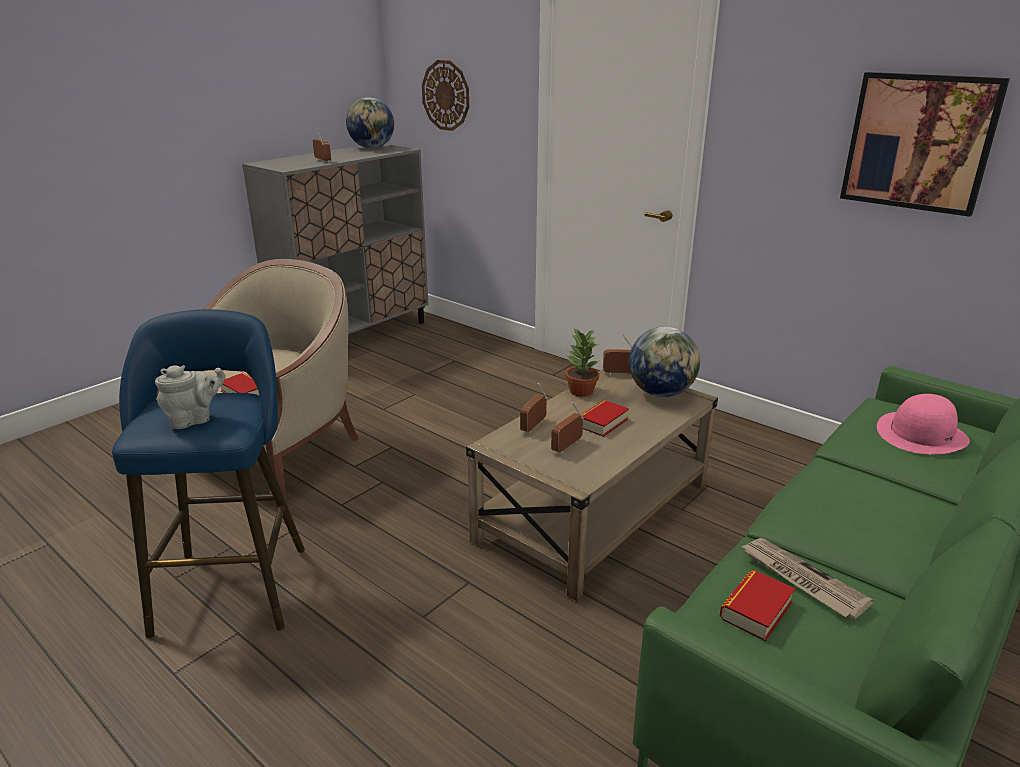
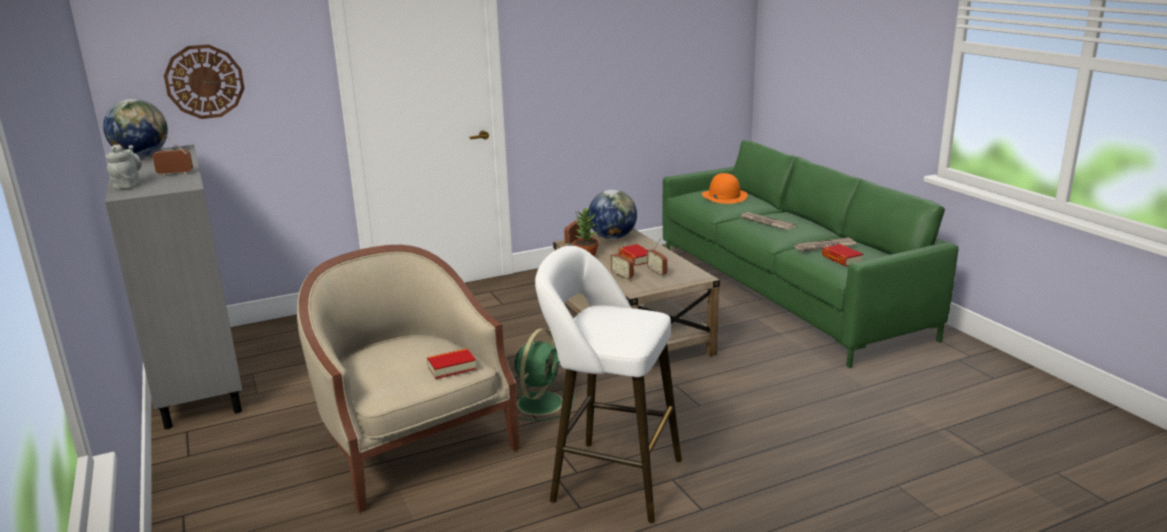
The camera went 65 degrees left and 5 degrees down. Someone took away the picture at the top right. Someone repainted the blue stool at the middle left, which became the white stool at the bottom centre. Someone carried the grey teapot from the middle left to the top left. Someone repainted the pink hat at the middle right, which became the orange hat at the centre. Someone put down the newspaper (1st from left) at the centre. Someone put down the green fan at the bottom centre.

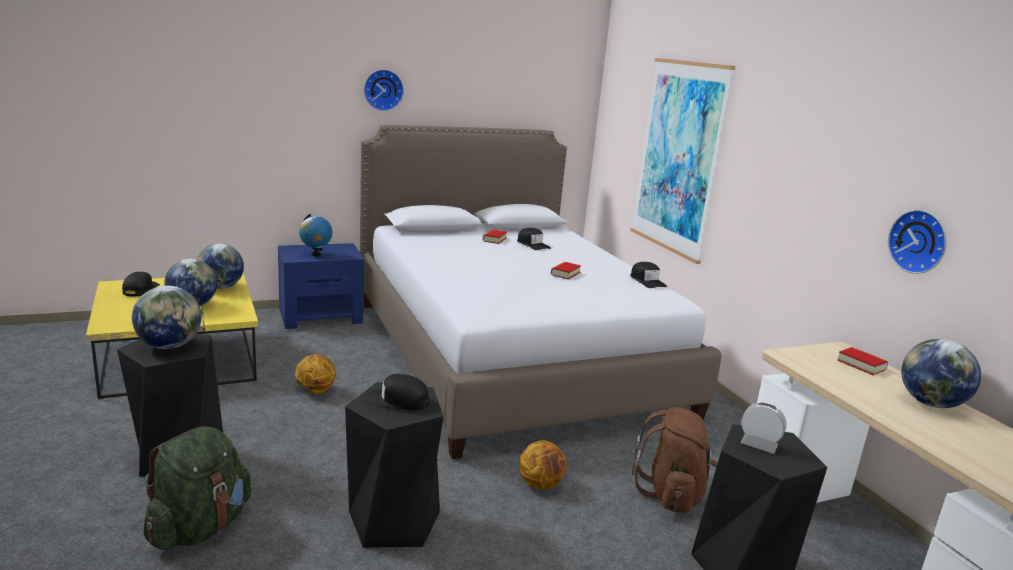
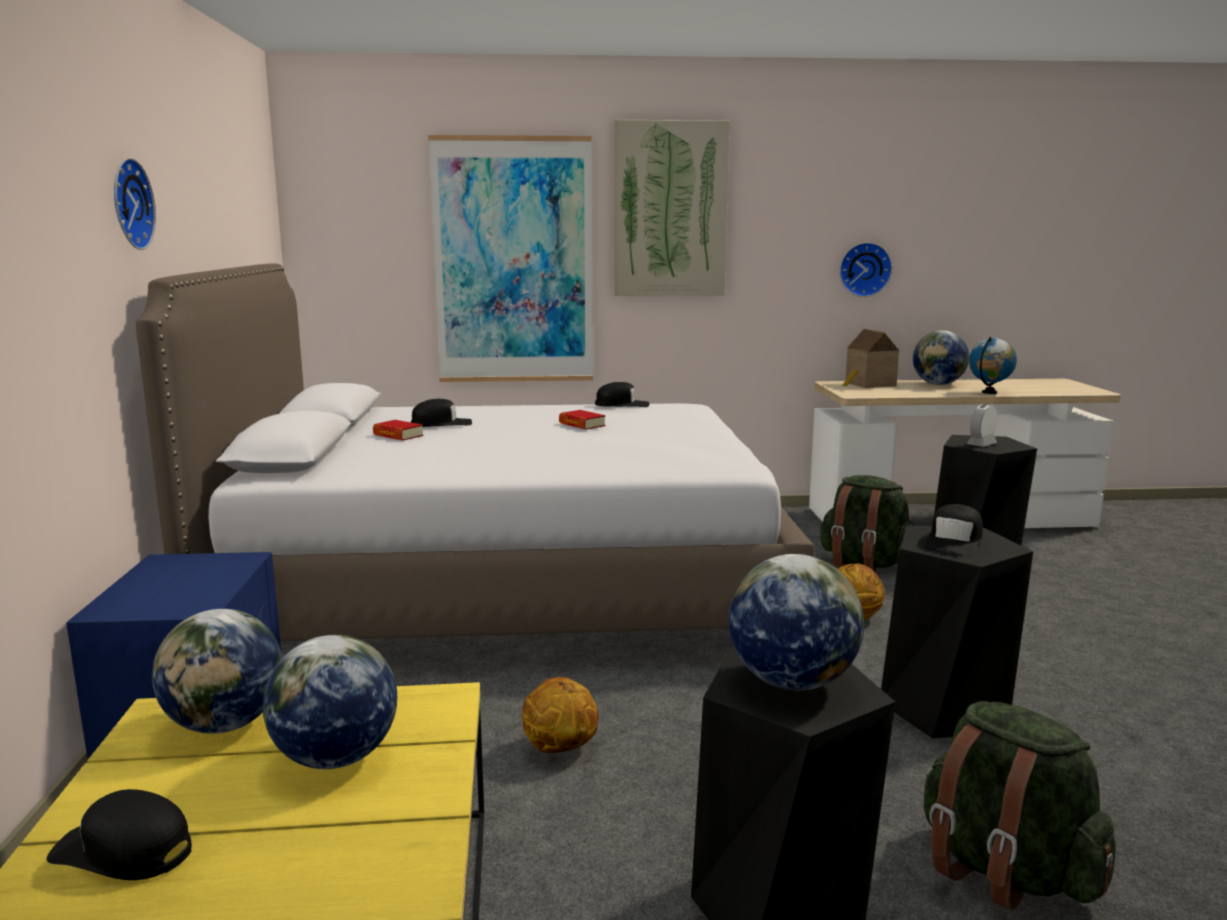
The camera went 70 degrees left and 5 degrees down. Someone carried the globe (4th from left in the first image) from the middle left to the middle right. Someone swapped the book (3rd from left) at the middle right for the toy house at the middle right. Someone repainted the brown backpack at the bottom centre, which became the green backpack (1st from left) at the middle right. Someone put up the picture (2nd from left) at the top centre.

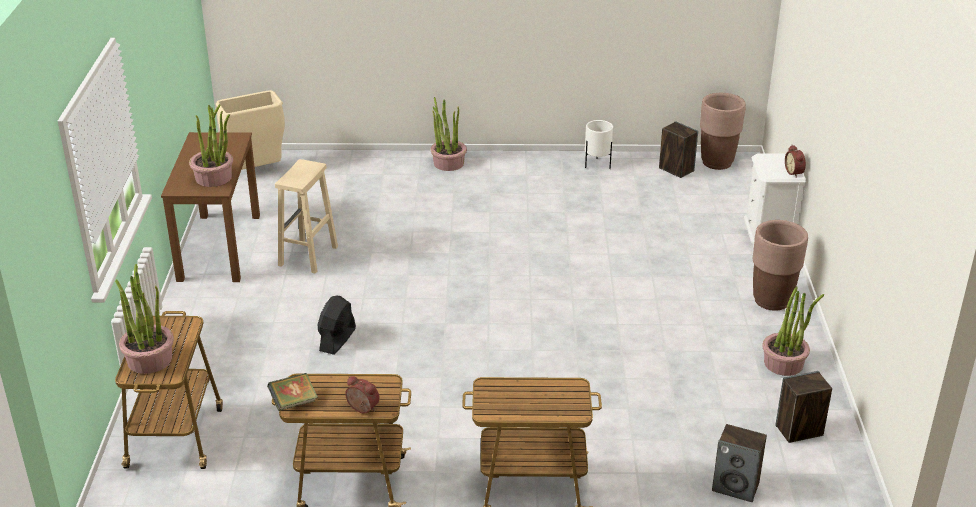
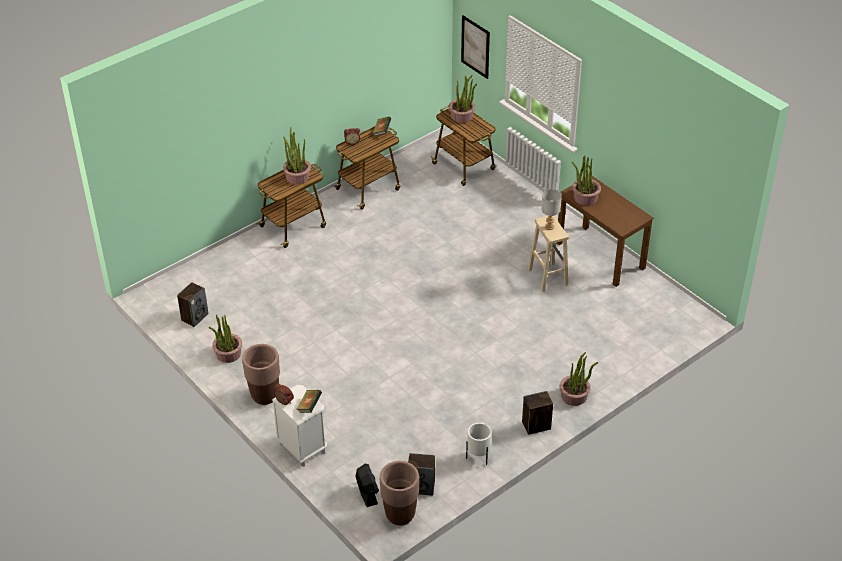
The camera went 140 degrees right and 10 degrees up. Someone took away the beige trash can at the top left. Someone carried the black fan from the centre to the bottom centre. Someone carried the speaker (2nd from left in the first image) from the bottom right to the bottom centre. Someone put up the picture at the top centre. Someone put down the potted plant (2nd from left) at the top centre. Someone put down the grey table lamp at the centre. Someone put down the book (1st from left) at the bottom centre.

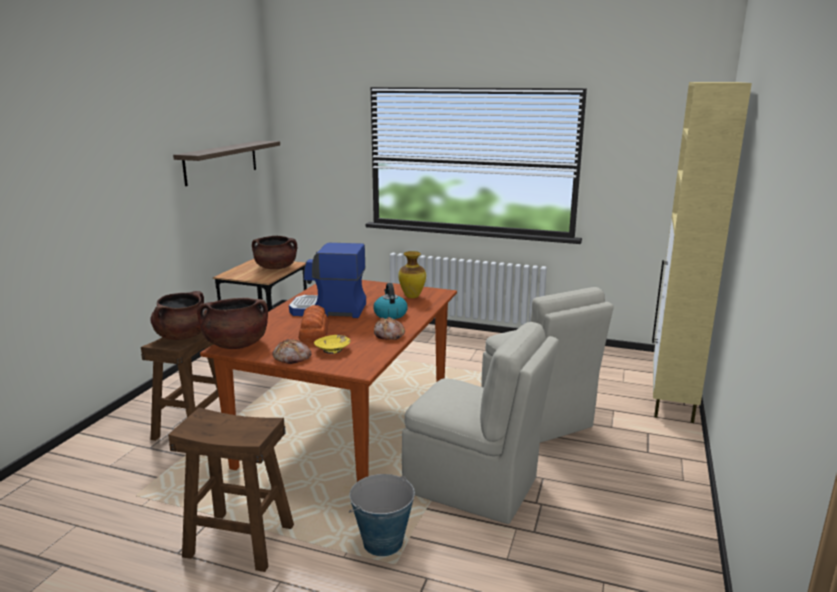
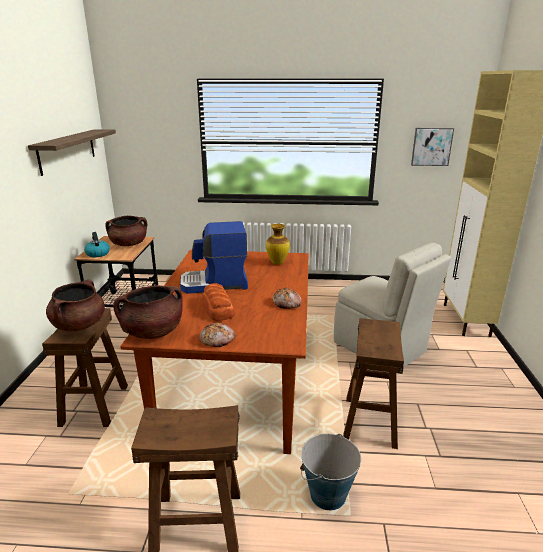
The camera went 15 degrees left and 5 degrees up. Someone carried the kettle from the centre to the middle left. Someone swapped the beige chair (1st from left) at the bottom centre for the brown stool (3rd from left) at the bottom right. Someone took away the yellow bowl at the centre. Someone put up the picture at the top right.

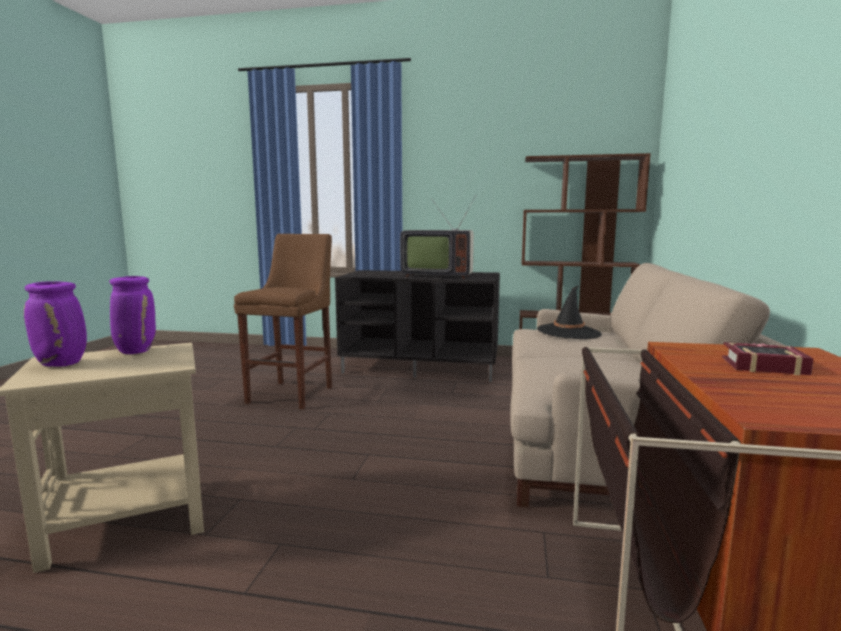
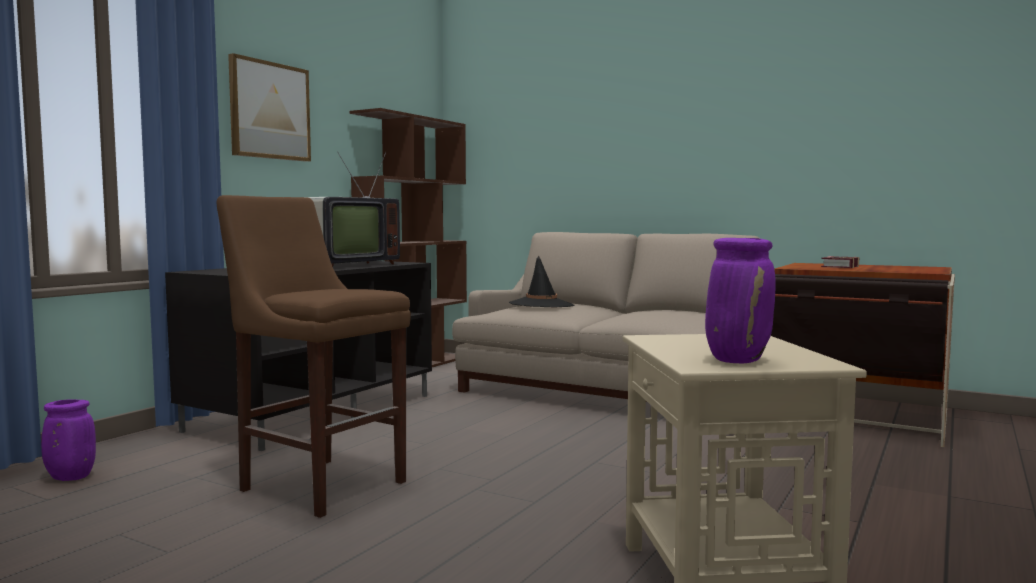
The camera went 70 degrees left and 5 degrees down. Someone carried the purple vase (2nd from left in the first image) from the middle left to the bottom left. Someone put up the picture at the top left.

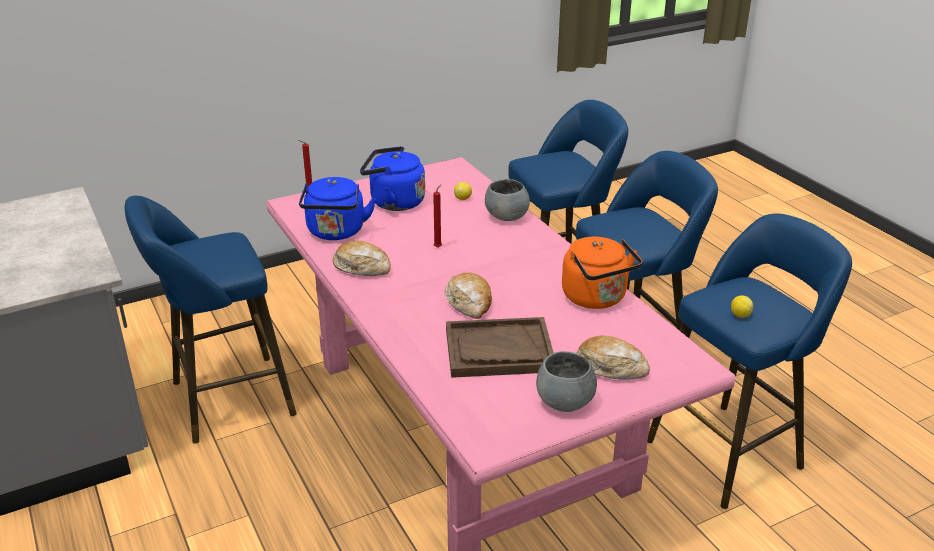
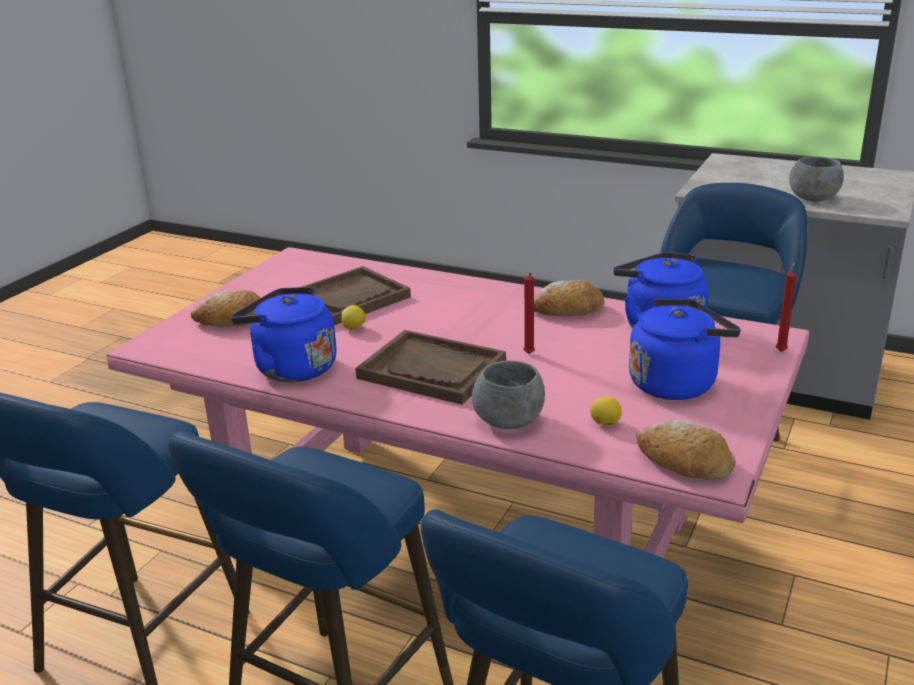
The camera went 145 degrees right and 5 degrees down. Someone repainted the orange kettle at the centre, which became the blue kettle (1st from left) at the middle left. Someone carried the bread (2nd from left in the first image) from the centre to the middle right. Someone carried the lemon (2nd from left in the first image) from the middle right to the centre. Someone carried the grey bowl (2nd from left) from the bottom centre to the top right. Someone put down the brown tray (2nd from left) at the centre.

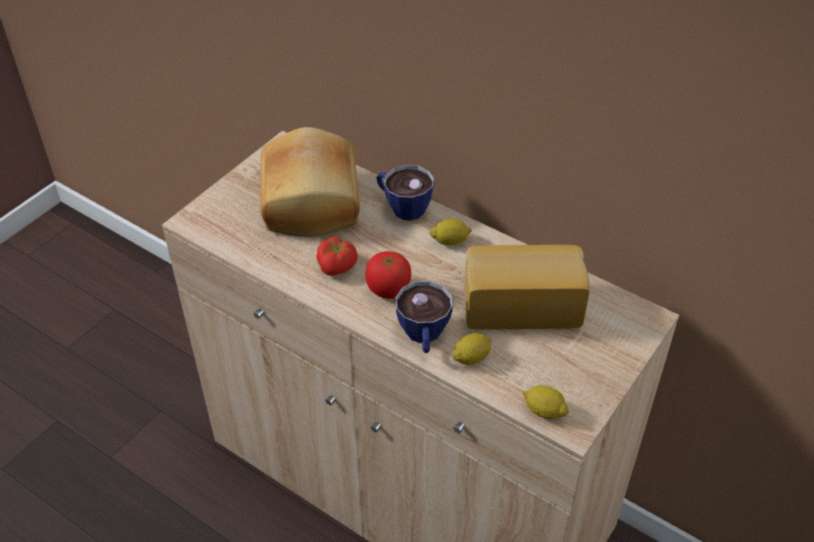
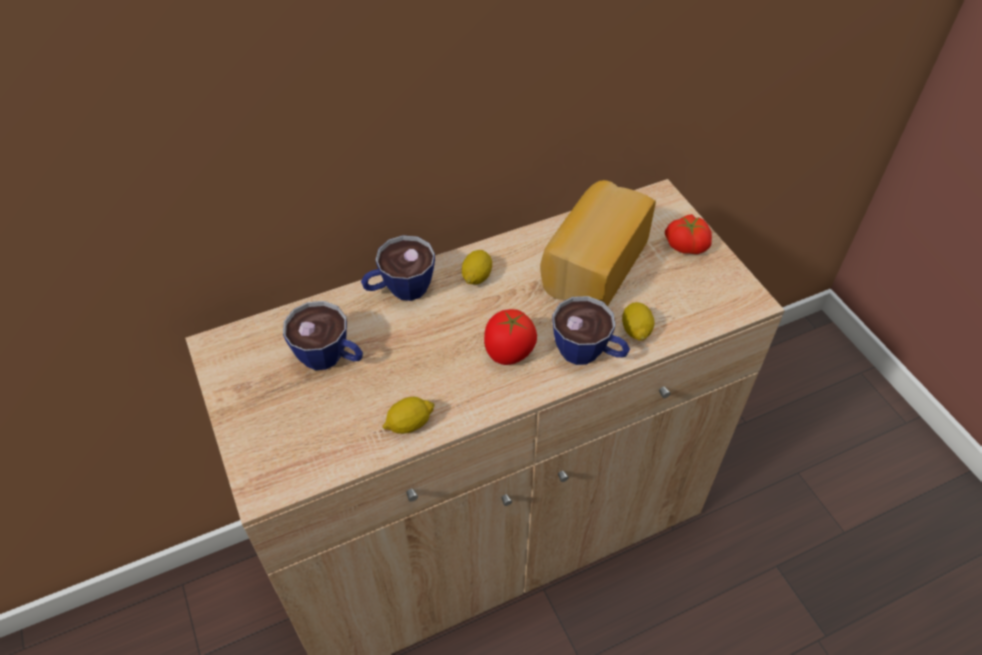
The camera went 60 degrees left and 5 degrees up. Someone swapped the bread (1st from left) at the centre for the cup (1st from left) at the middle left. Someone carried the tomato (1st from left in the first image) from the centre to the middle right. Someone carried the lemon (3rd from left in the first image) from the bottom right to the centre.

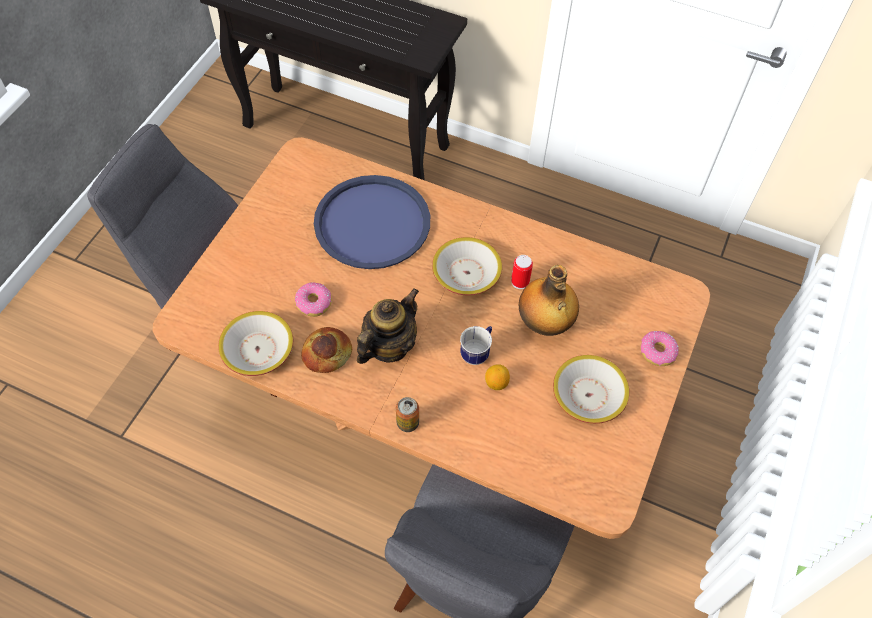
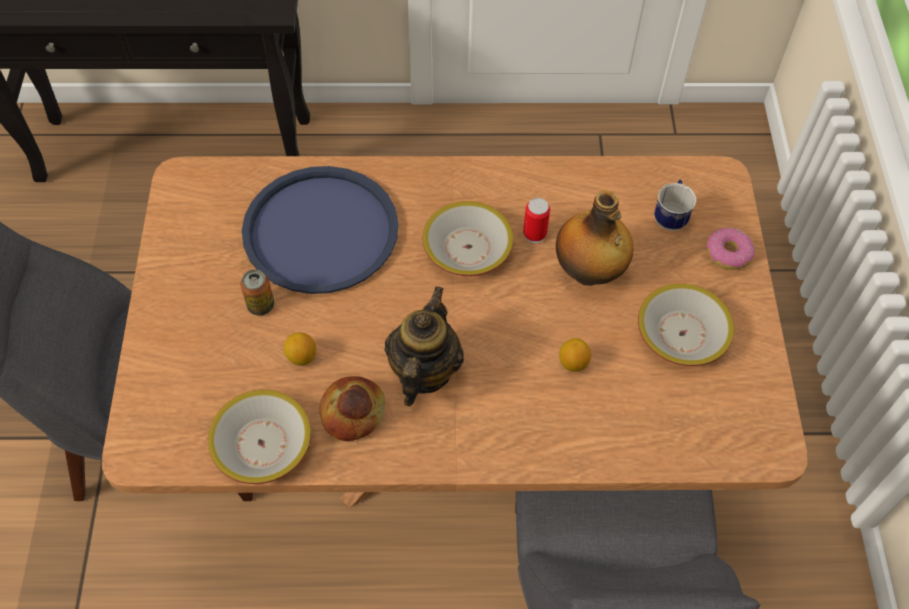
The camera went 25 degrees left and 0 degrees up. Someone swapped the donut (1st from left) at the centre for the lemon (1st from left) at the middle left. Someone carried the mug from the centre to the middle right. Someone carried the can (1st from left) from the bottom centre to the middle left.

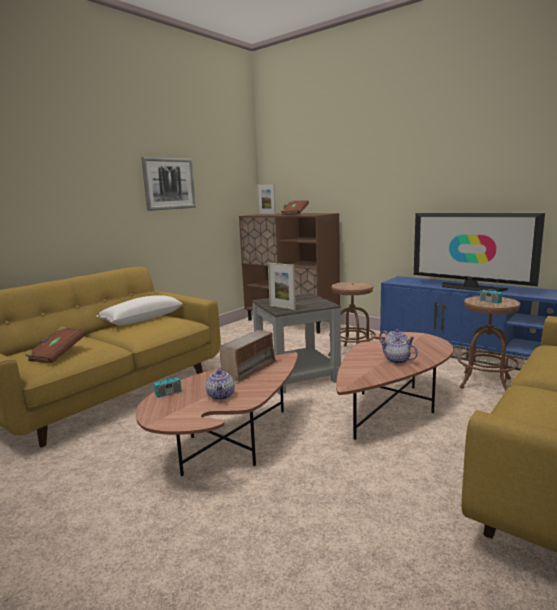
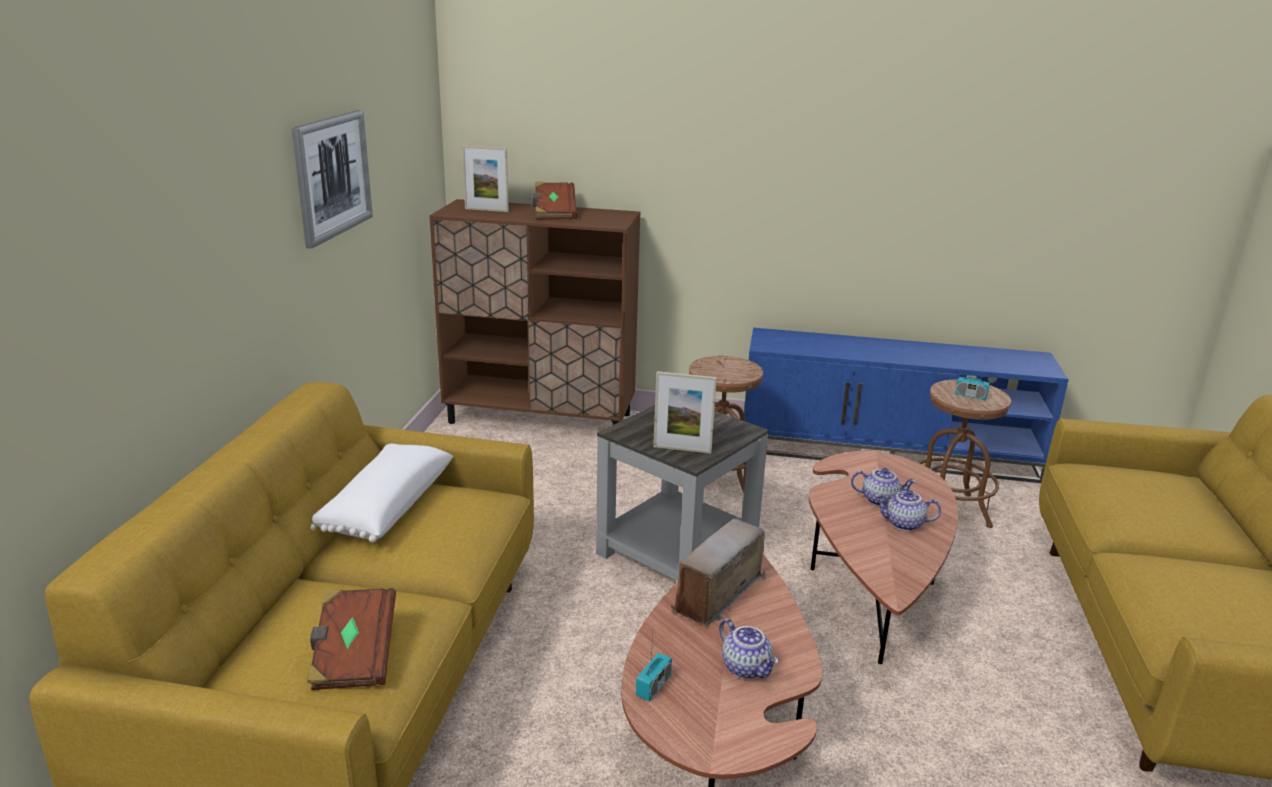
The camera went 30 degrees left and 10 degrees up. Someone took away the television at the middle right. Someone rotated the radio (2nd from left) at the centre by 150 degrees counterclockwise.

